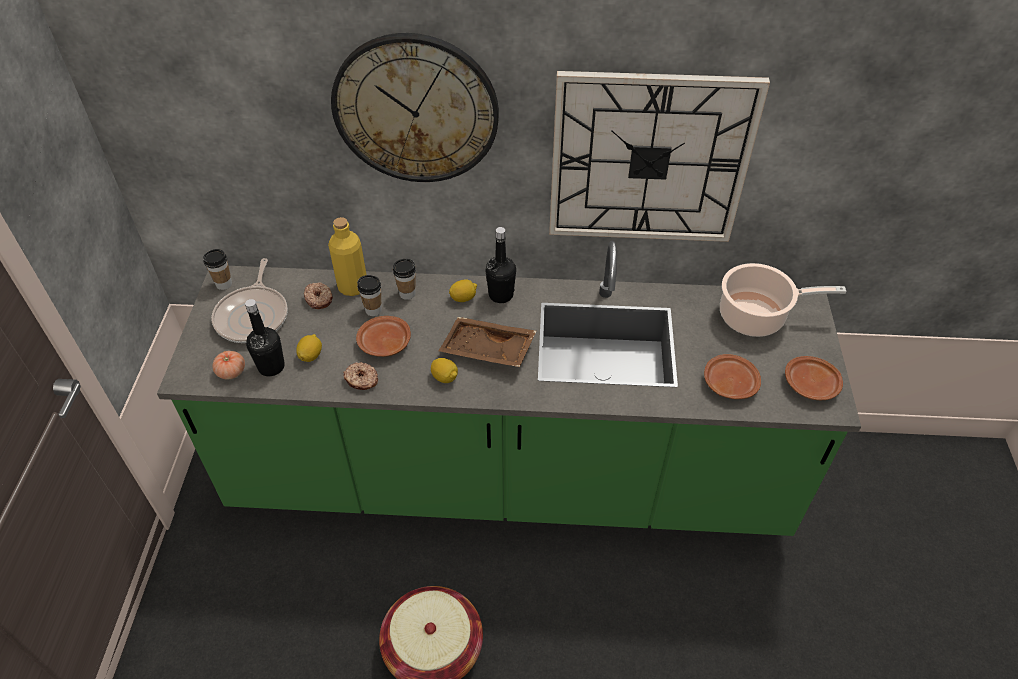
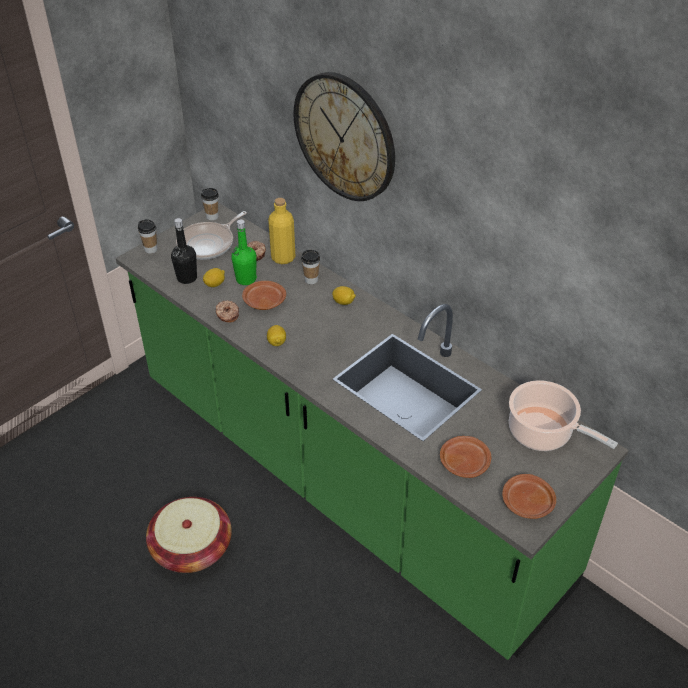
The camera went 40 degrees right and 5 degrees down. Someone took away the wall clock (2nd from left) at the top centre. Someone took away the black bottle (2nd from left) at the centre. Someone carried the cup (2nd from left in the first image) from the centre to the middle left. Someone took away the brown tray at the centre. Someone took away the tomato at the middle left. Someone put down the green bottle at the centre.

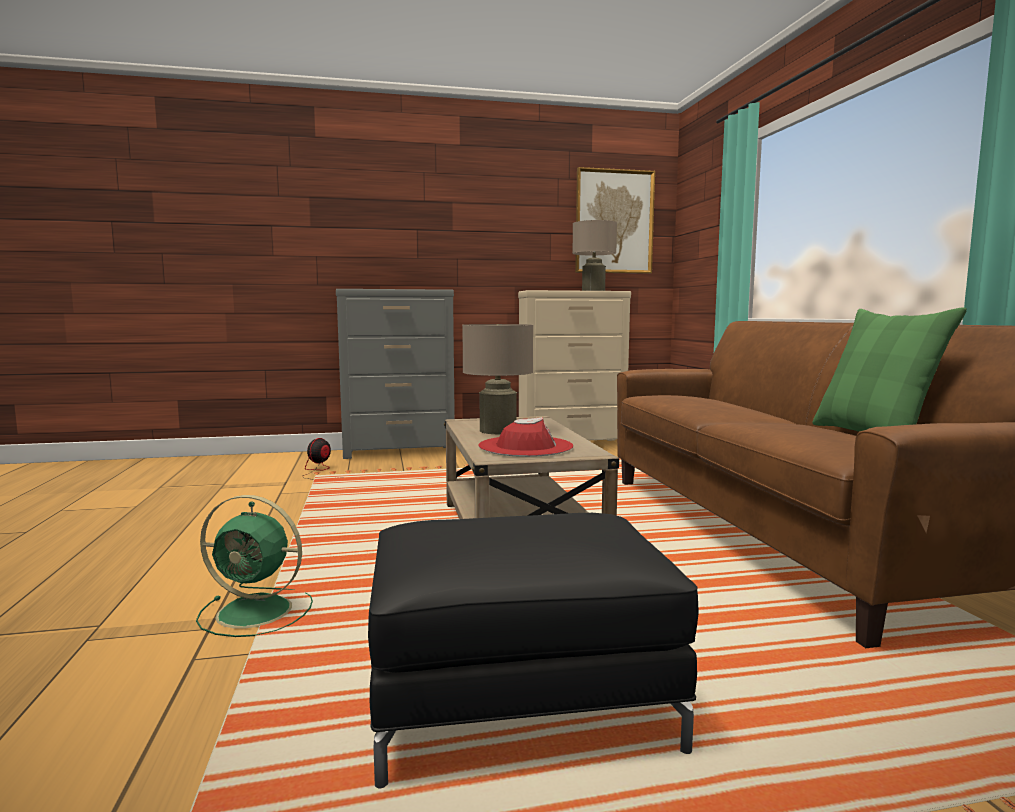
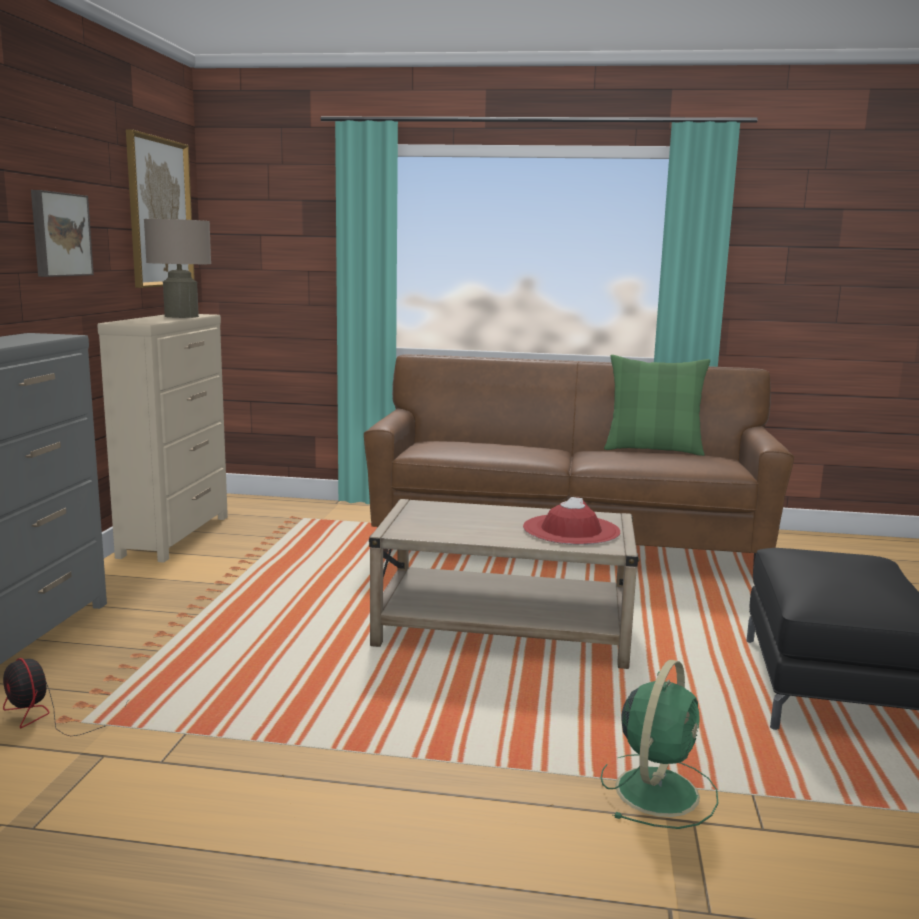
The camera went 70 degrees left and 5 degrees up. Someone took away the beige table lamp (1st from left) at the centre. Someone put up the picture (1st from left) at the top left.

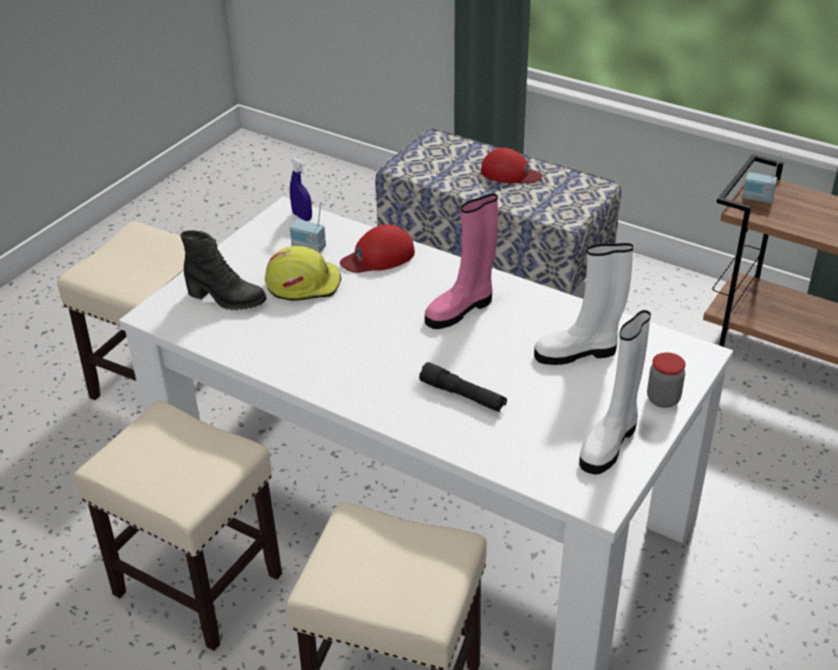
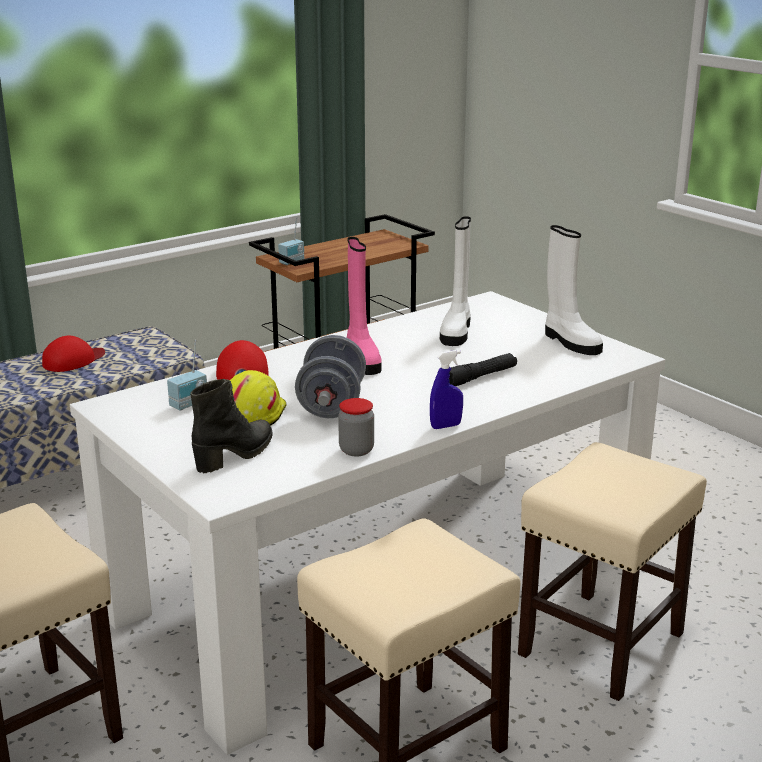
The camera went 70 degrees left and 15 degrees down. Someone carried the blue spray bottle from the top centre to the centre. Someone carried the jar from the middle right to the centre. Someone put down the grey dumbbell at the centre.

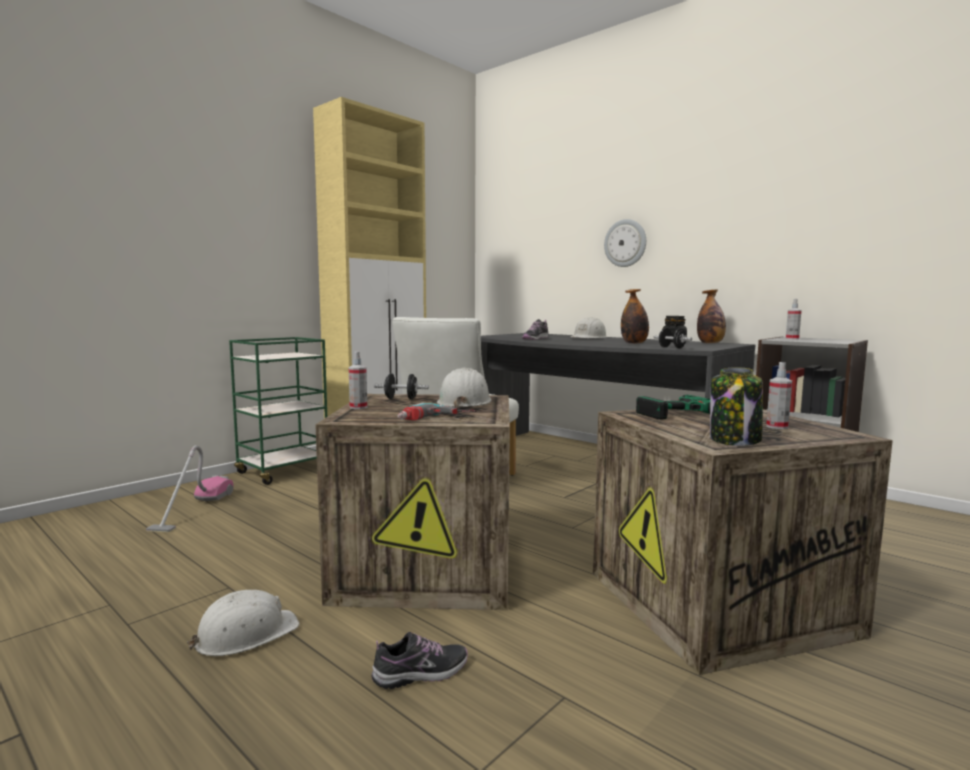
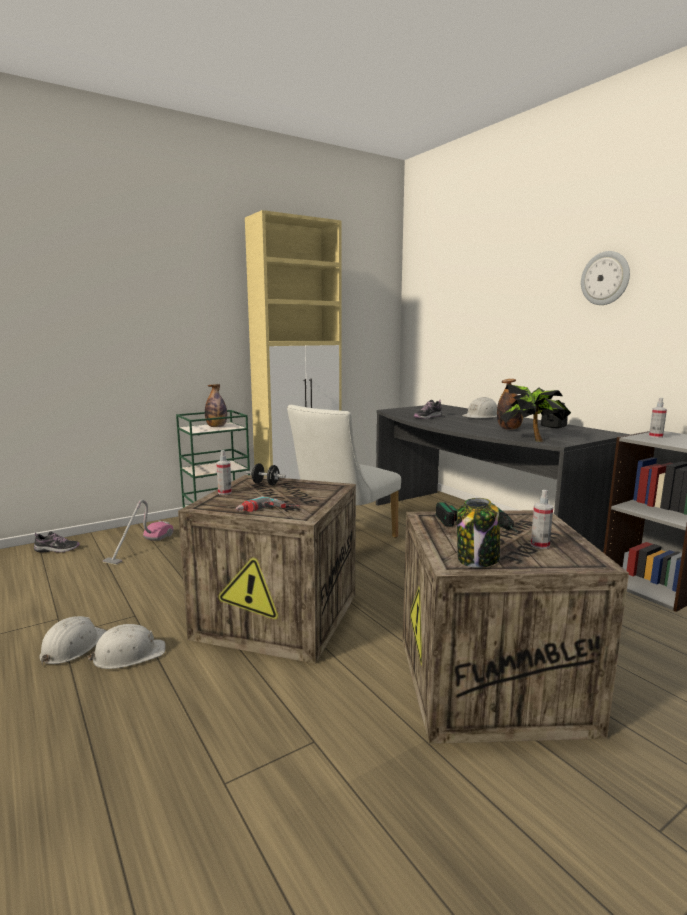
The camera went 15 degrees right and 5 degrees up. Someone carried the wall clock from the top centre to the top right. Someone carried the bottle (2nd from left in the first image) from the middle right to the middle left. Someone swapped the black dumbbell (2nd from left) at the middle right for the potted plant at the middle right. Someone carried the white hard hat (2nd from left in the first image) from the centre to the bottom left. Someone carried the shoe (1st from left) from the bottom centre to the middle left.

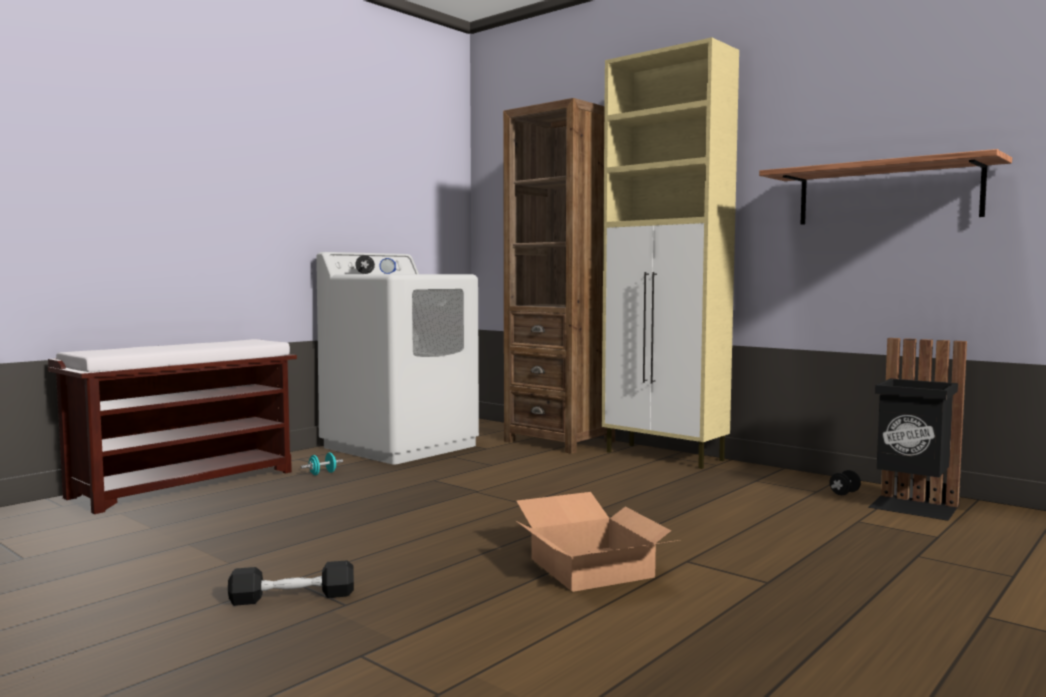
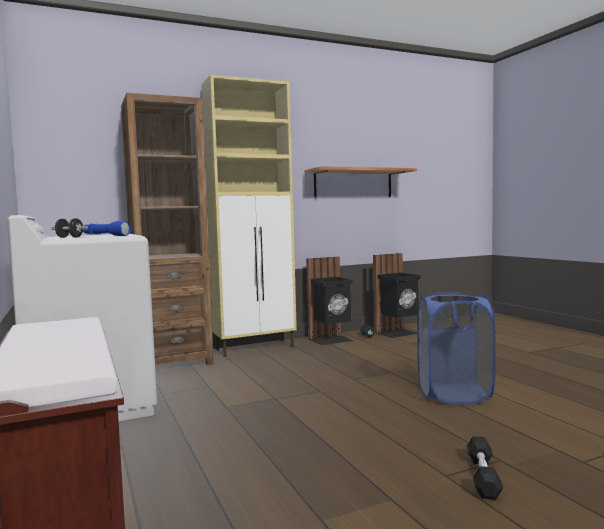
The camera went 65 degrees left and 0 degrees up. Someone took away the turquoise dumbbell at the middle left. Someone swapped the cardboard box at the bottom centre for the blue laundry basket at the middle right. Someone put down the black trash can (1st from left) at the centre.

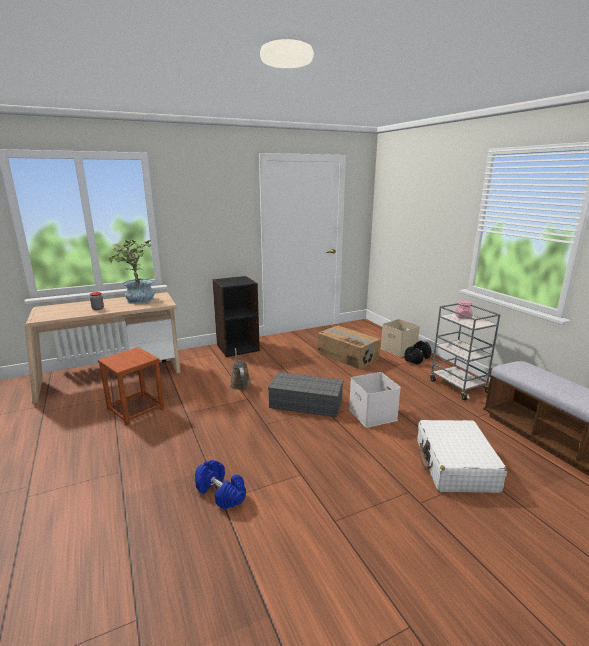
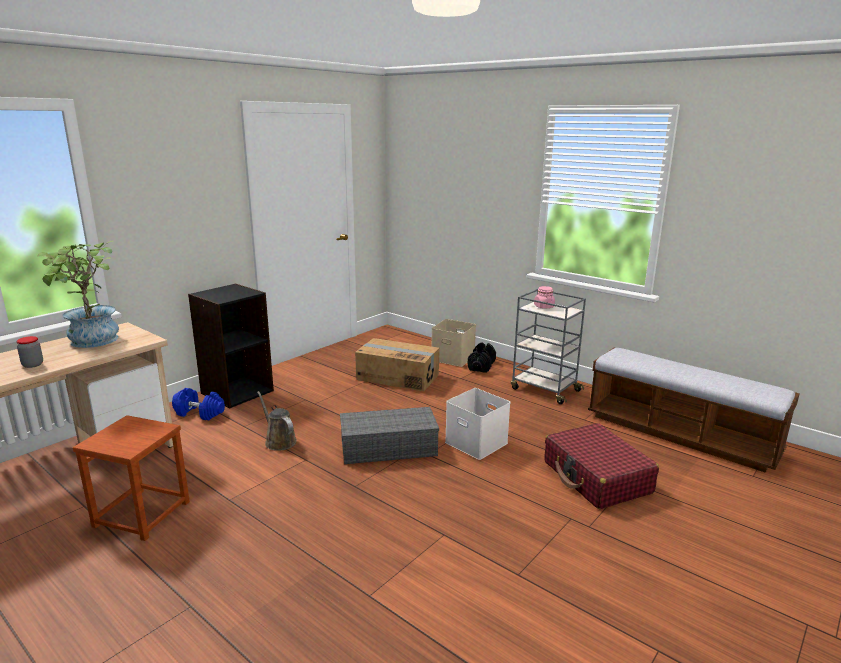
The camera went 25 degrees left and 0 degrees up. Someone repainted the white suitcase at the bottom right, which became the red suitcase at the bottom right. Someone carried the blue dumbbell from the bottom centre to the middle left.

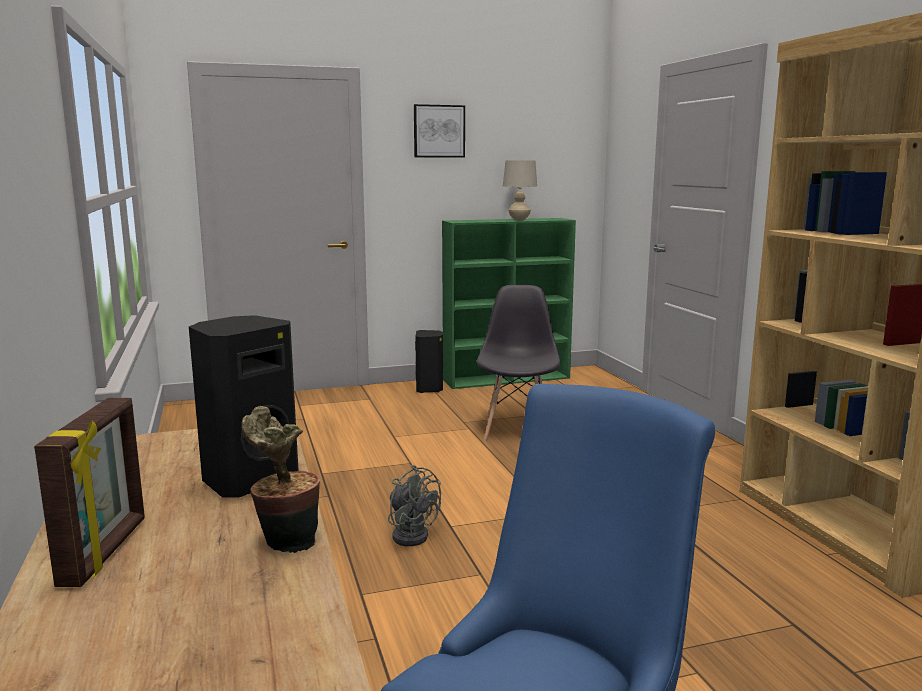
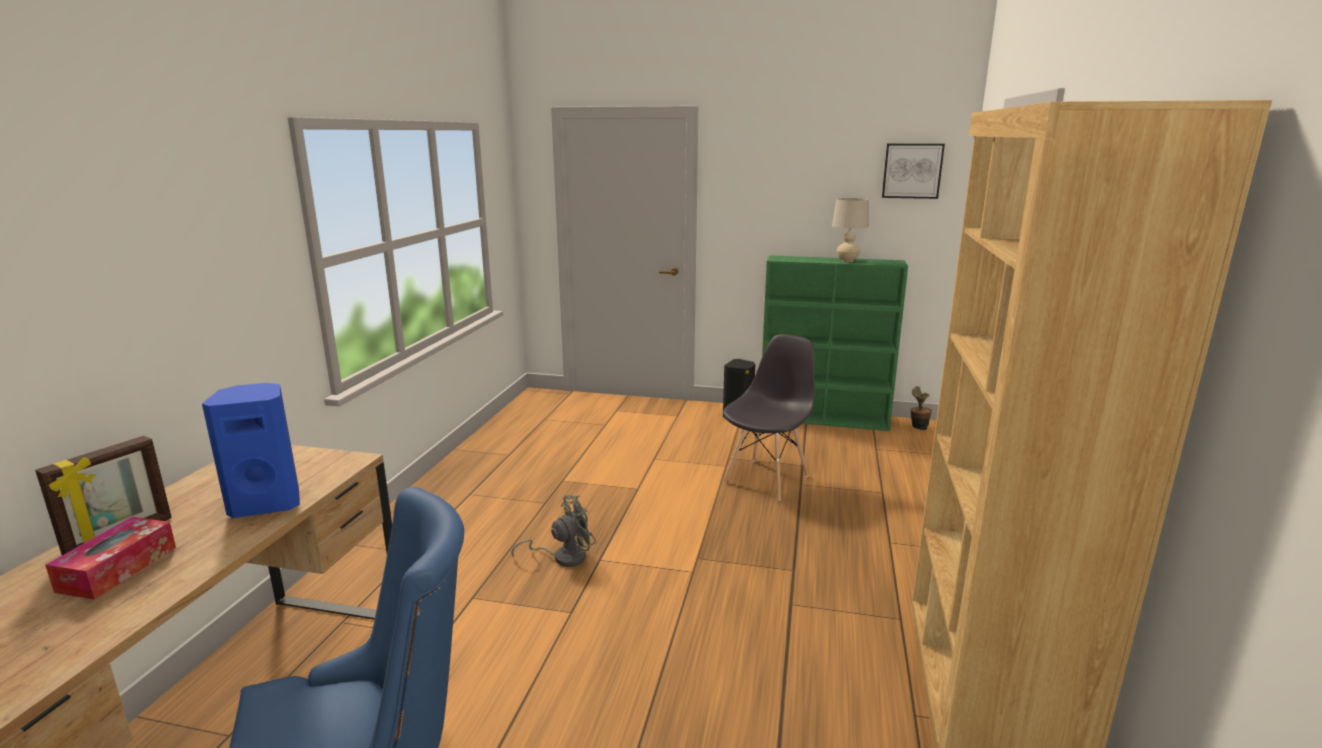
The camera went 30 degrees right and 5 degrees up. Someone carried the picture from the top centre to the top right. Someone repainted the black speaker (1st from left) at the middle left, which became the blue speaker at the middle left. Someone carried the potted plant from the bottom left to the middle right. Someone rotated the grey fan at the bottom centre by 105 degrees counterclockwise. Someone put down the tissue box at the bottom left.

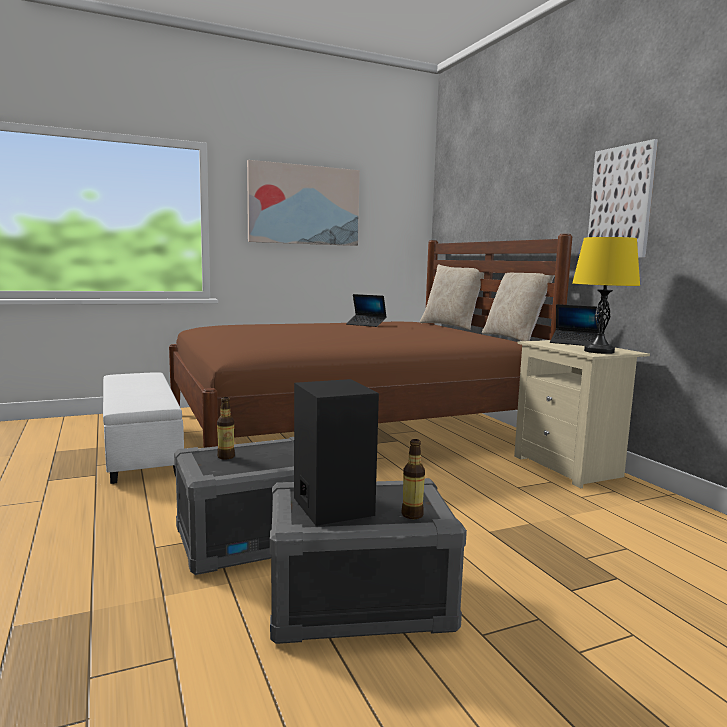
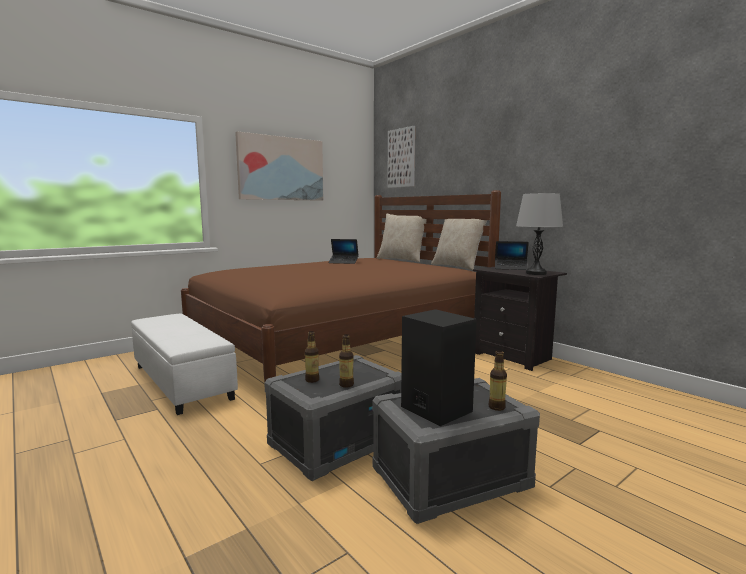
The camera went 15 degrees left and 0 degrees up. Someone carried the picture (2nd from left) from the top right to the top centre. Someone repainted the yellow table lamp at the middle right, which became the grey table lamp at the middle right. Someone repainted the beige nightstand at the middle right, which became the black nightstand at the middle right. Someone put down the bottle (2nd from left) at the centre.

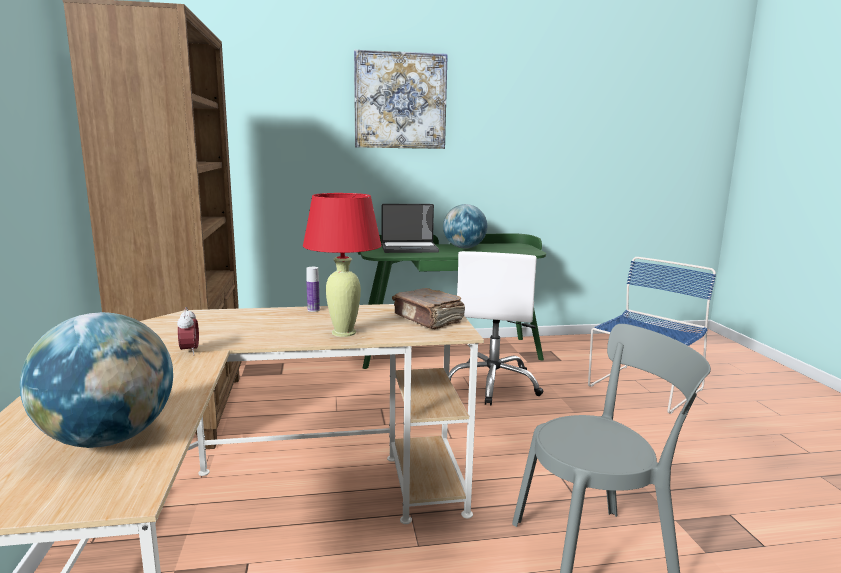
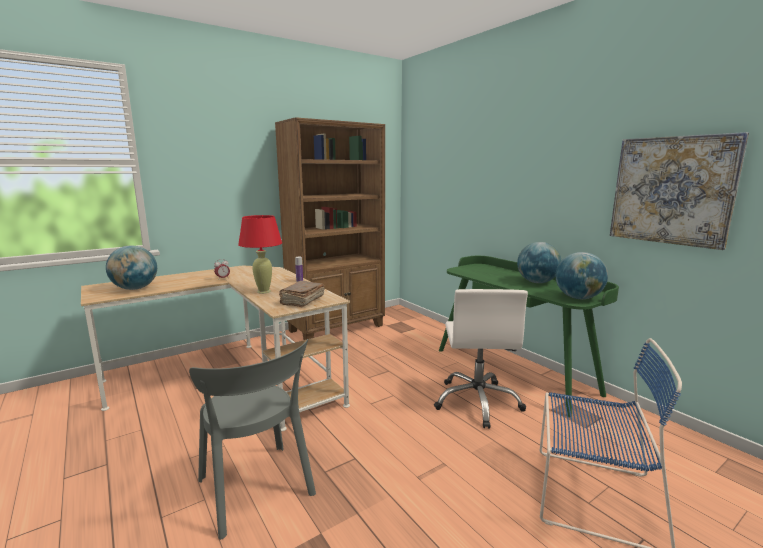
The camera went 65 degrees right and 0 degrees up. Someone carried the picture from the top centre to the middle right. Someone took away the laptop at the centre. Someone rotated the white office chair at the centre by 75 degrees counterclockwise. Someone put down the globe (3rd from left) at the middle right.

